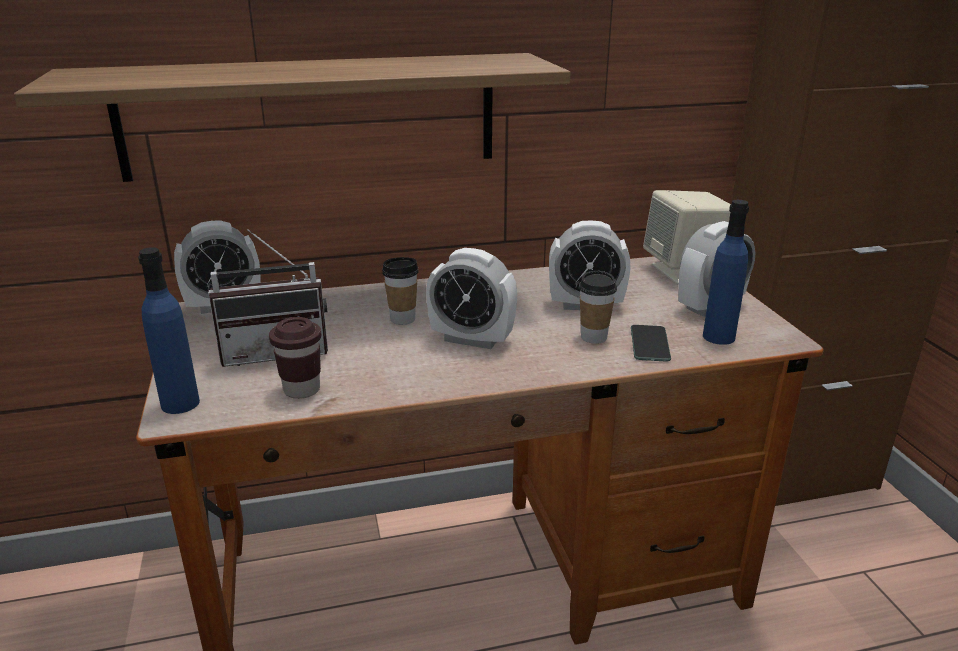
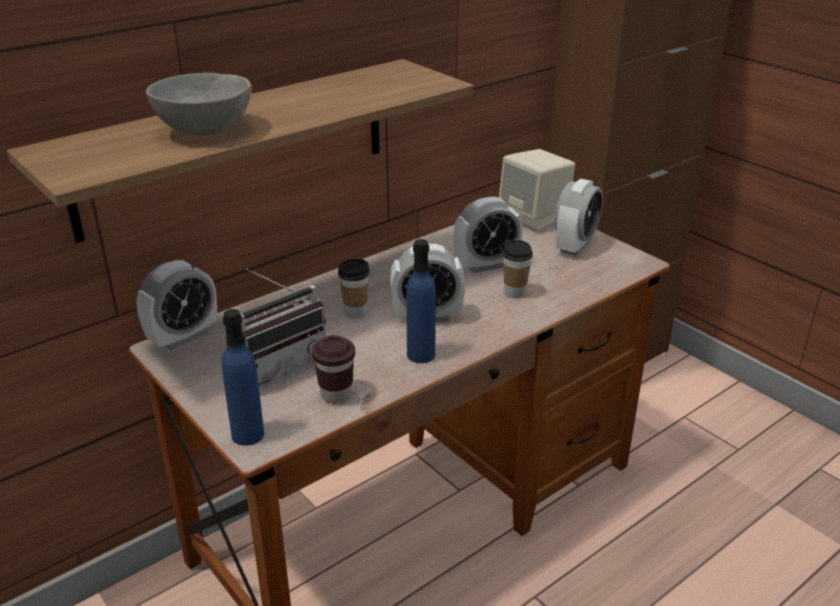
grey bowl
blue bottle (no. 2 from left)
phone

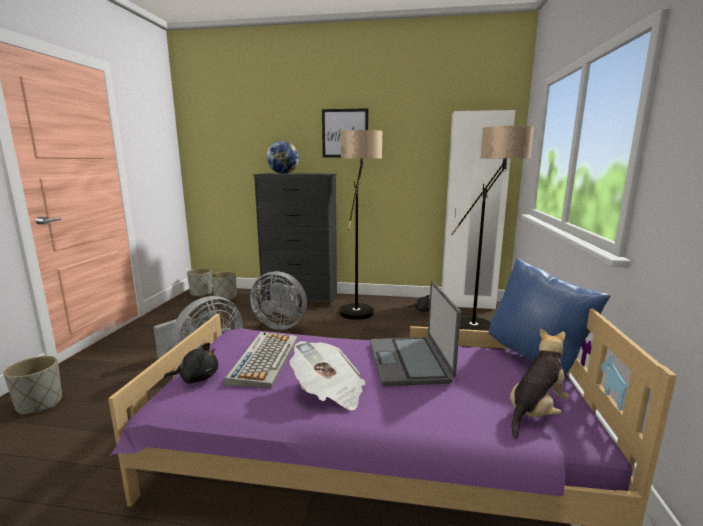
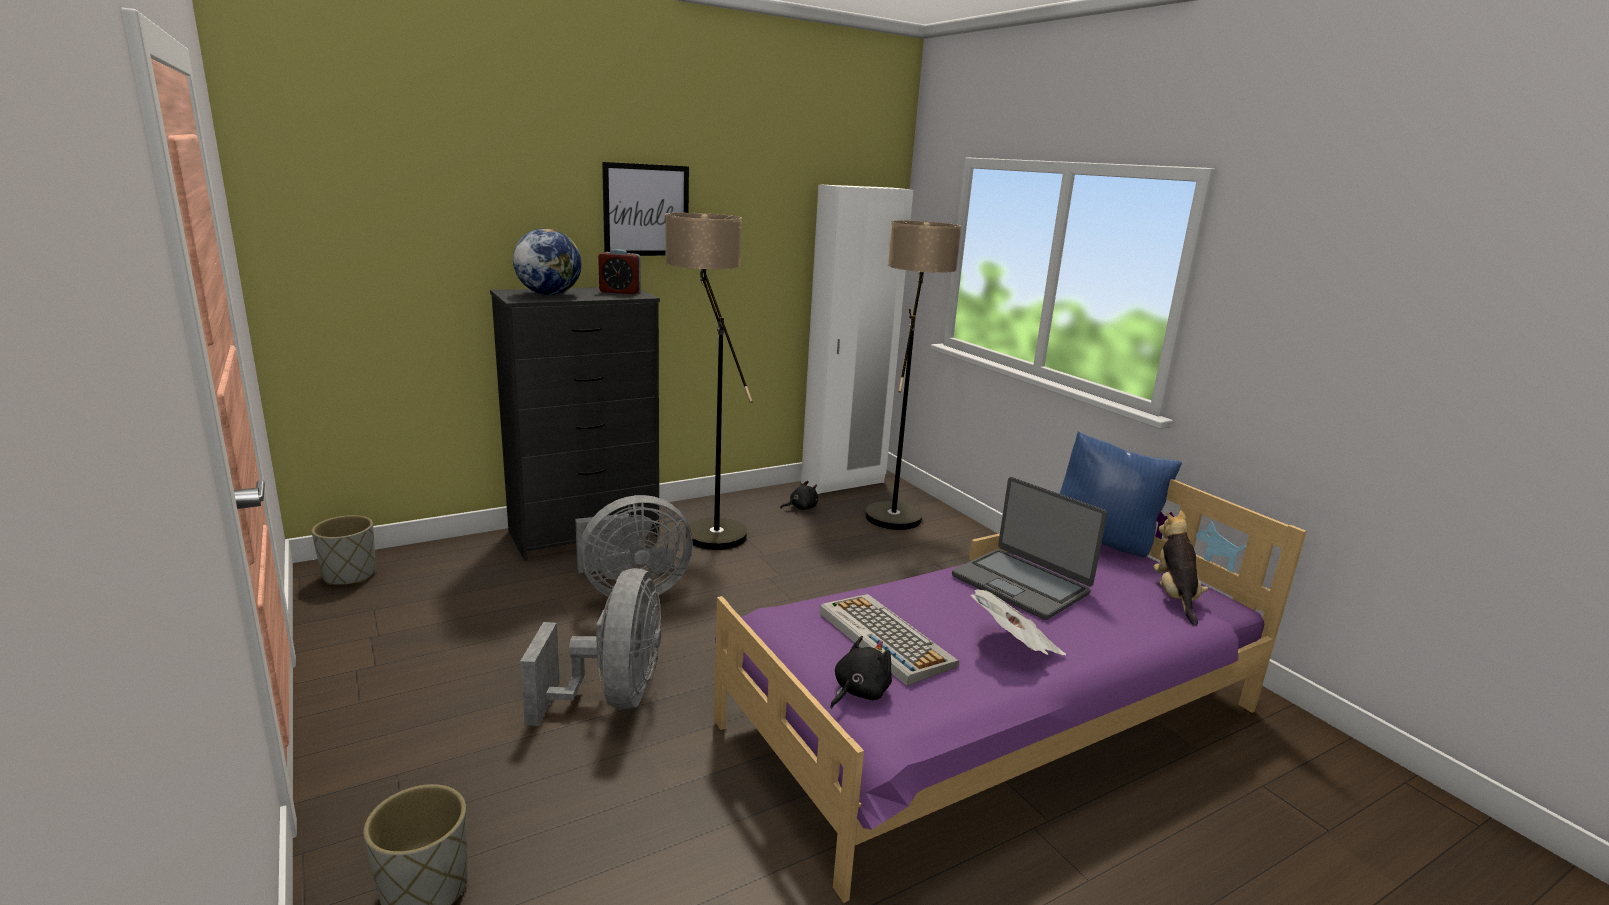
alarm clock
grey planter (no. 3 from left in the first image)

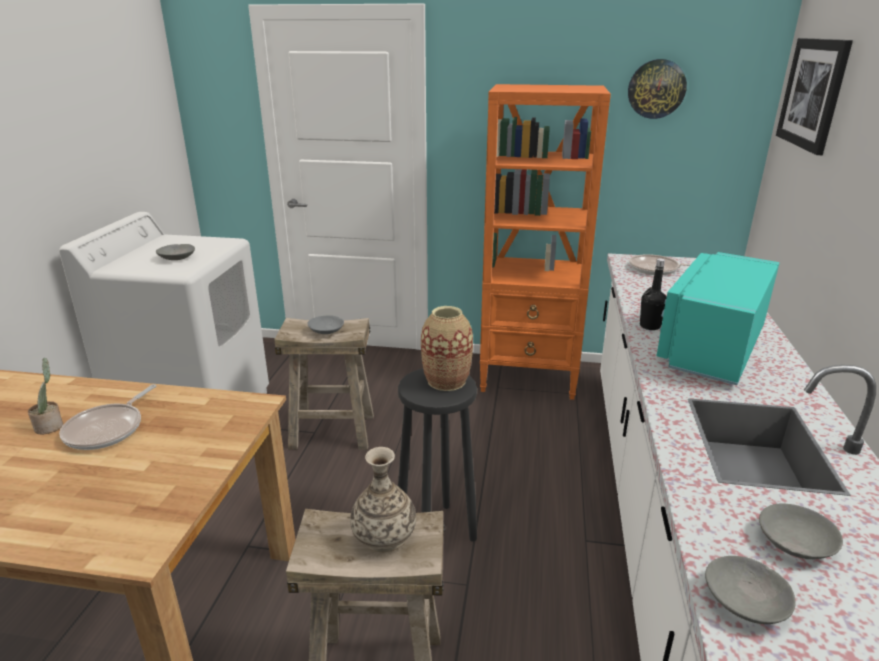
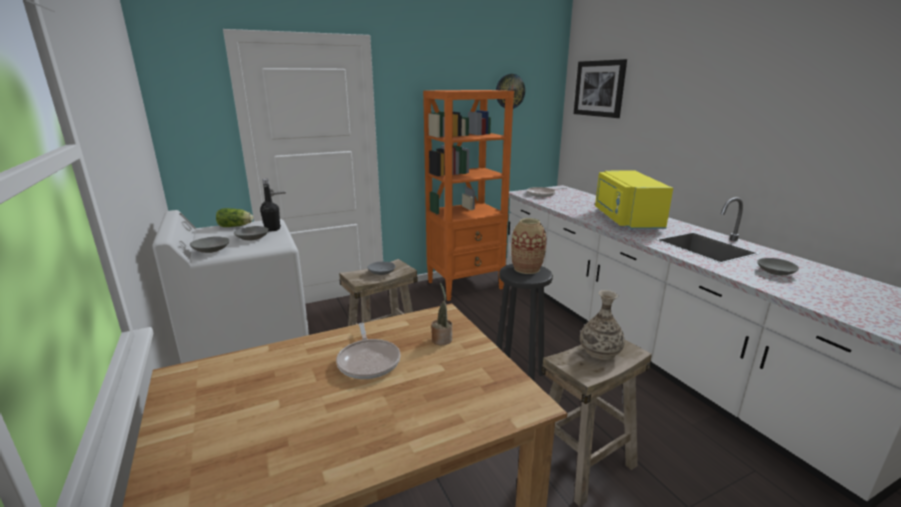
grey bowl (no. 1 from left)
lettuce
black bottle
potted plant
yellow microwave

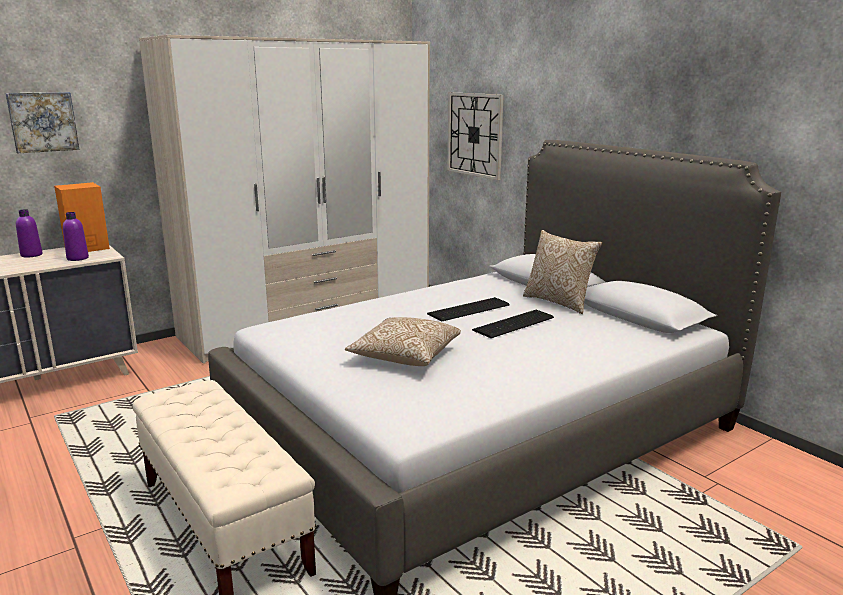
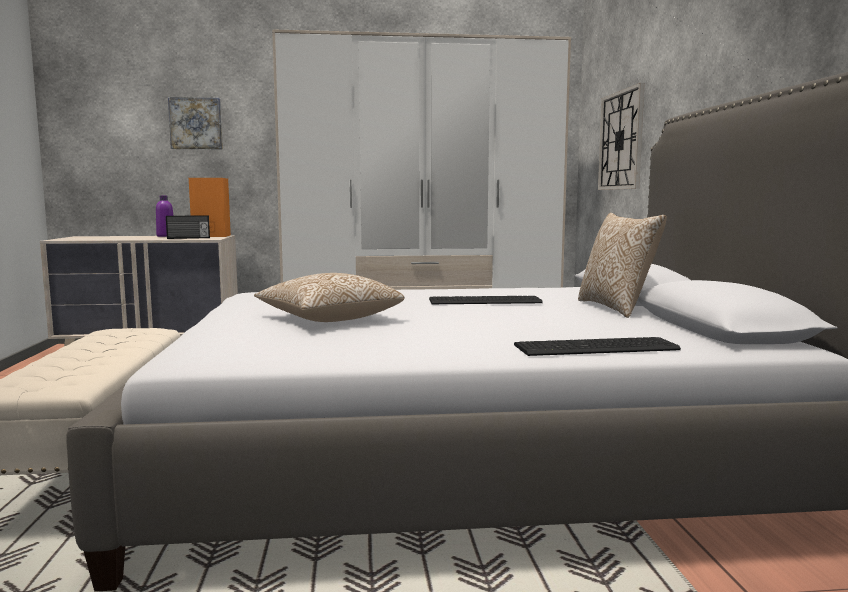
radio
keyboard (no. 2 from left)

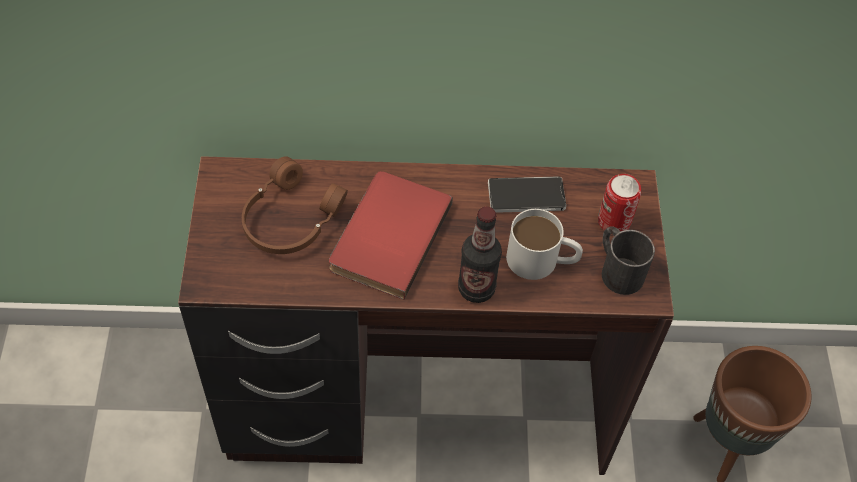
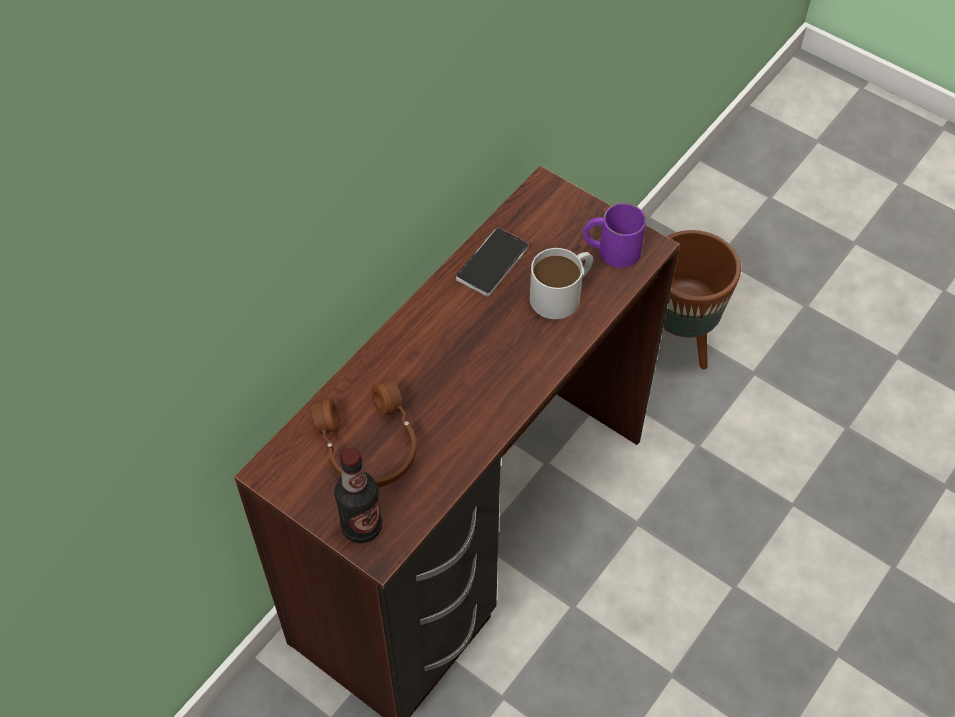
bottle
purple mug
red book
can

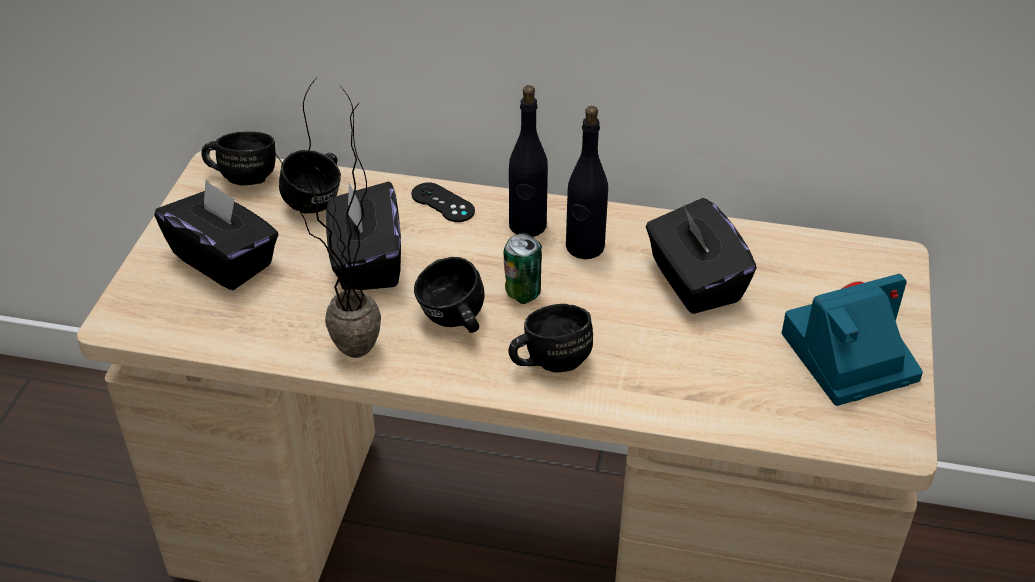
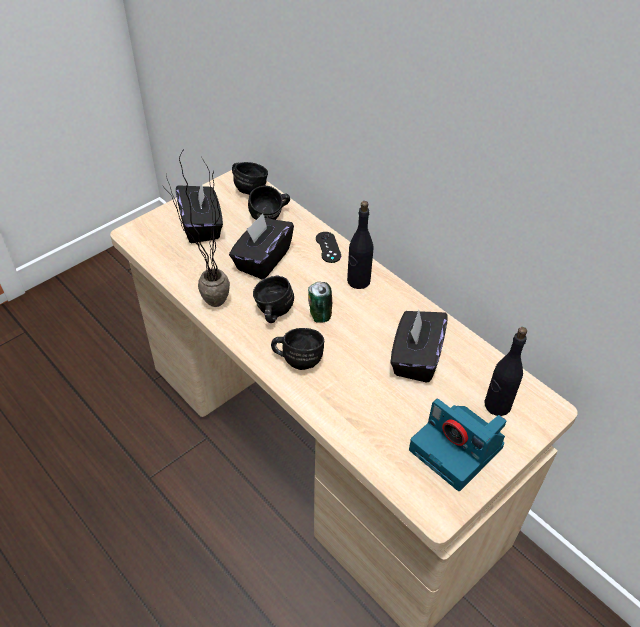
photo camera
black bottle (no. 2 from left)

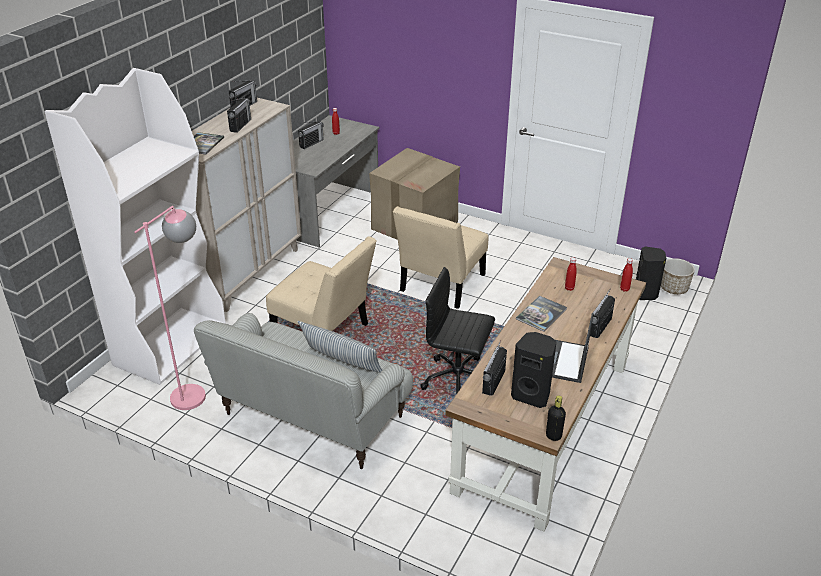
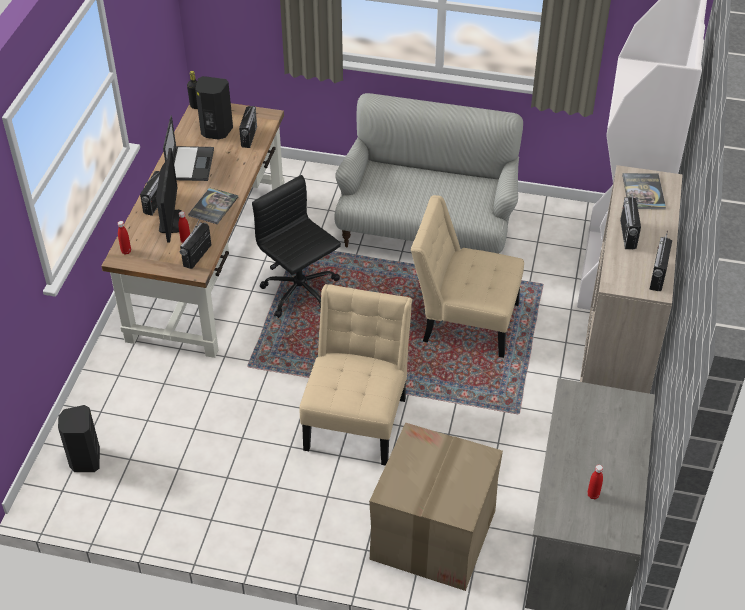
monitor
radio (no. 2 from left)
black office chair
pink floor lamp
pillow
planter

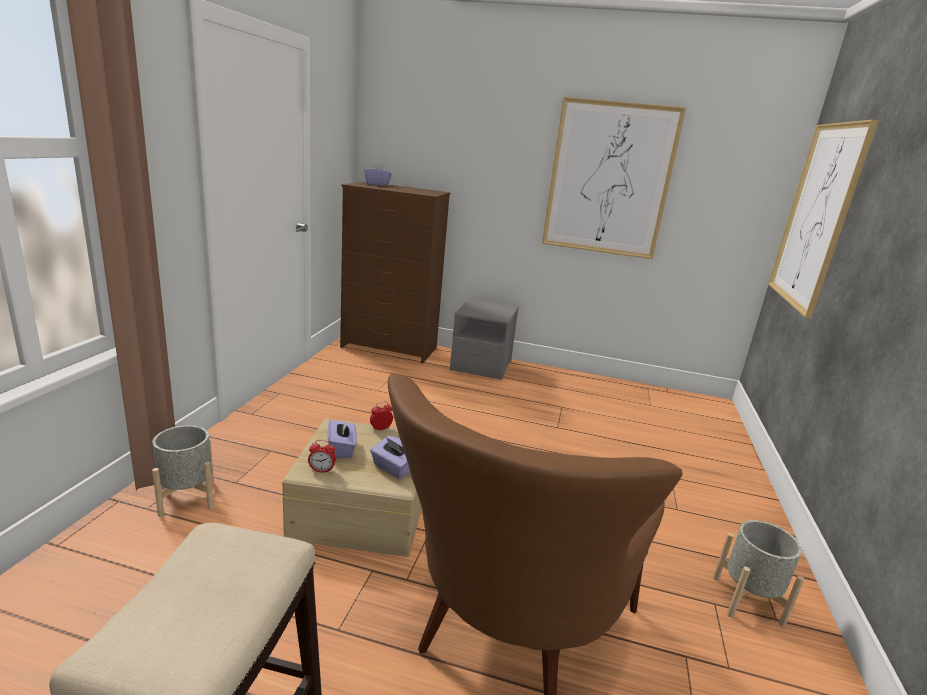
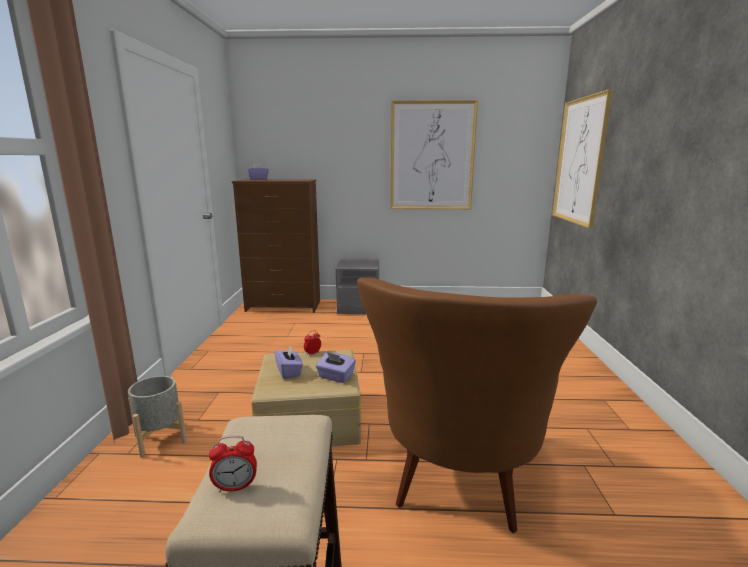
alarm clock (no. 1 from left)
grey planter (no. 2 from left in the first image)

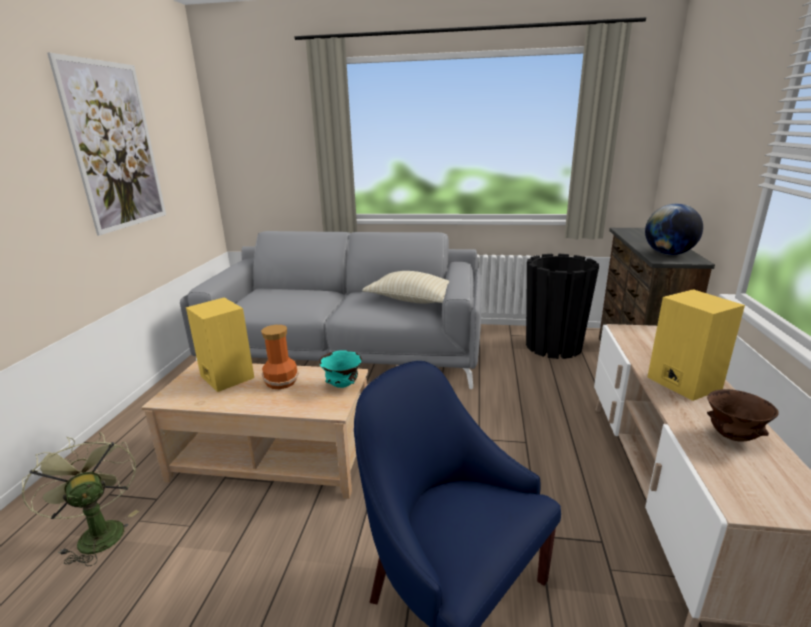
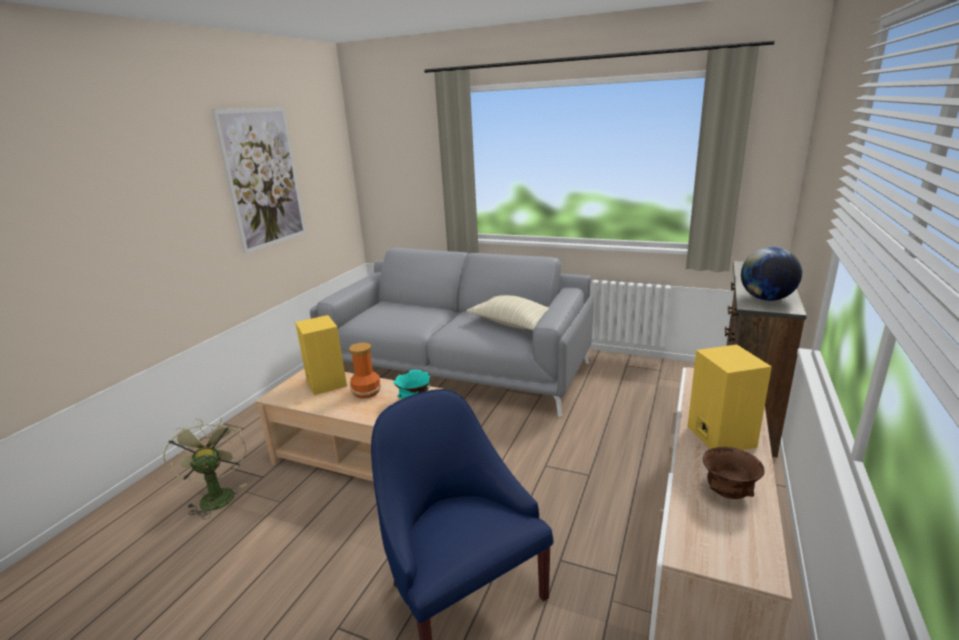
black planter

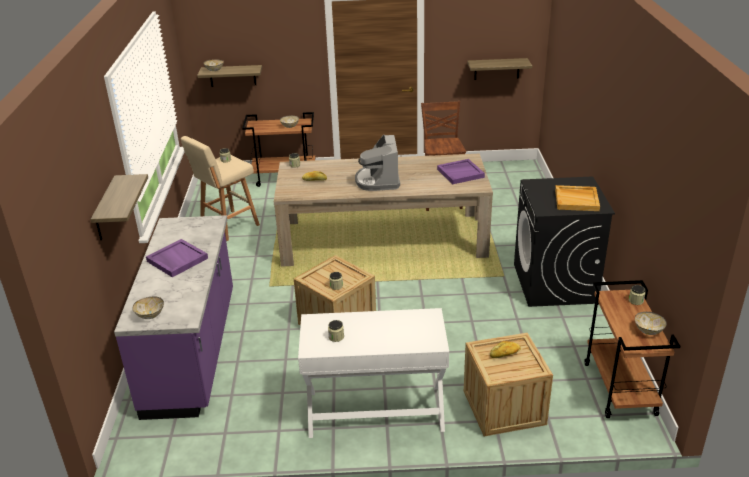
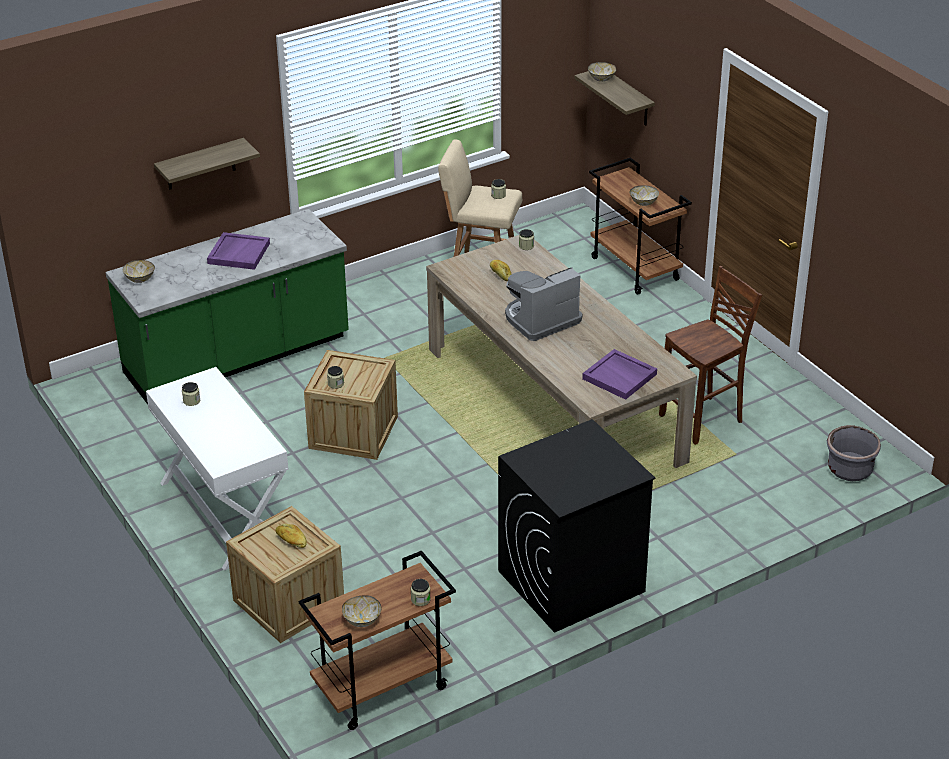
green counter
grey planter
shelf (no. 3 from left in the first image)
beige tray

